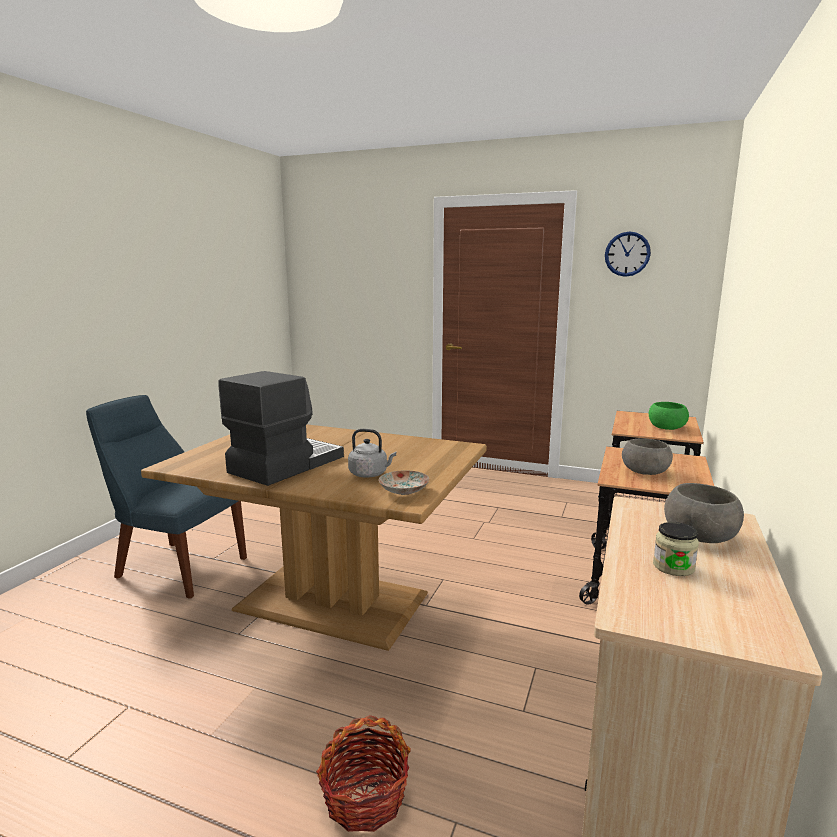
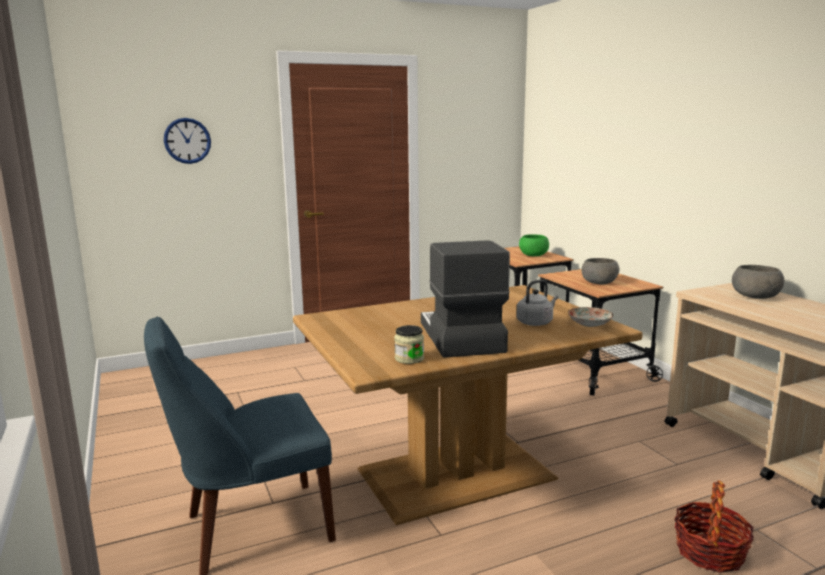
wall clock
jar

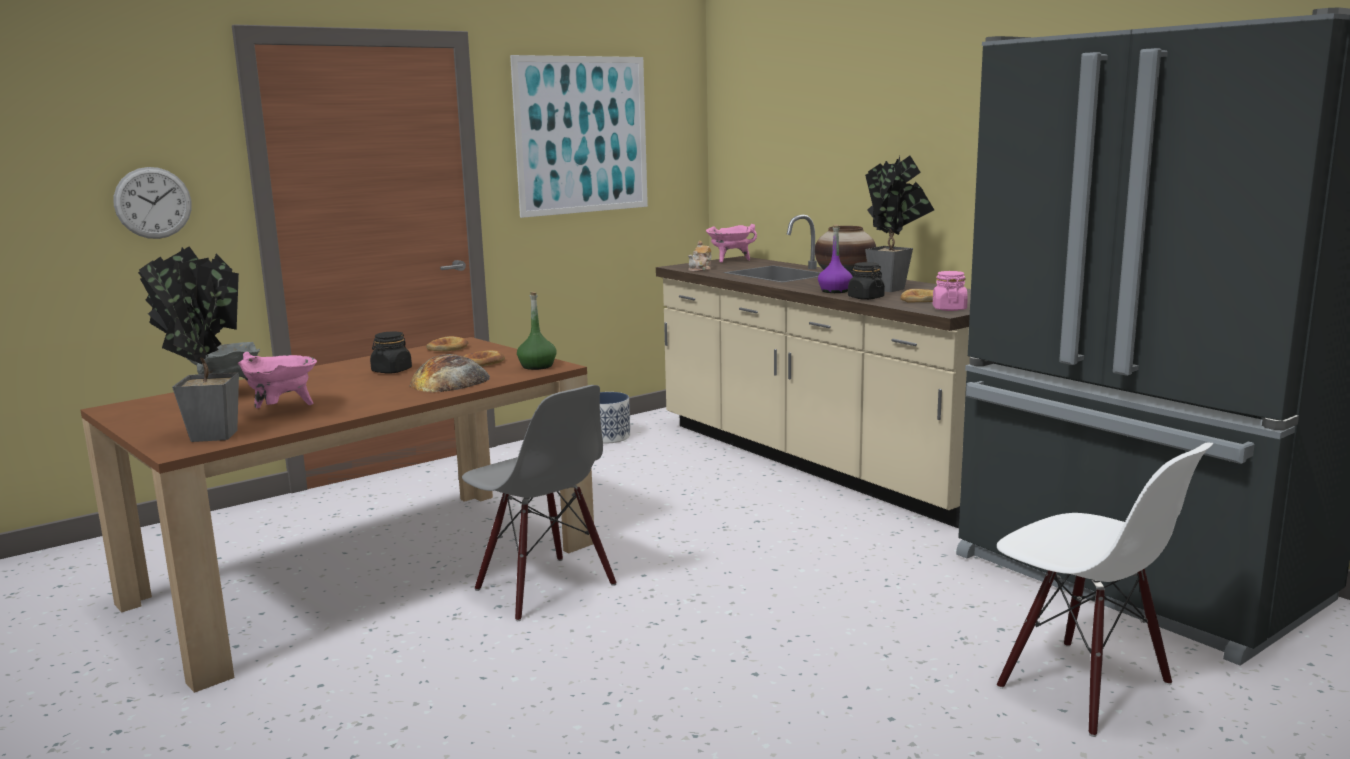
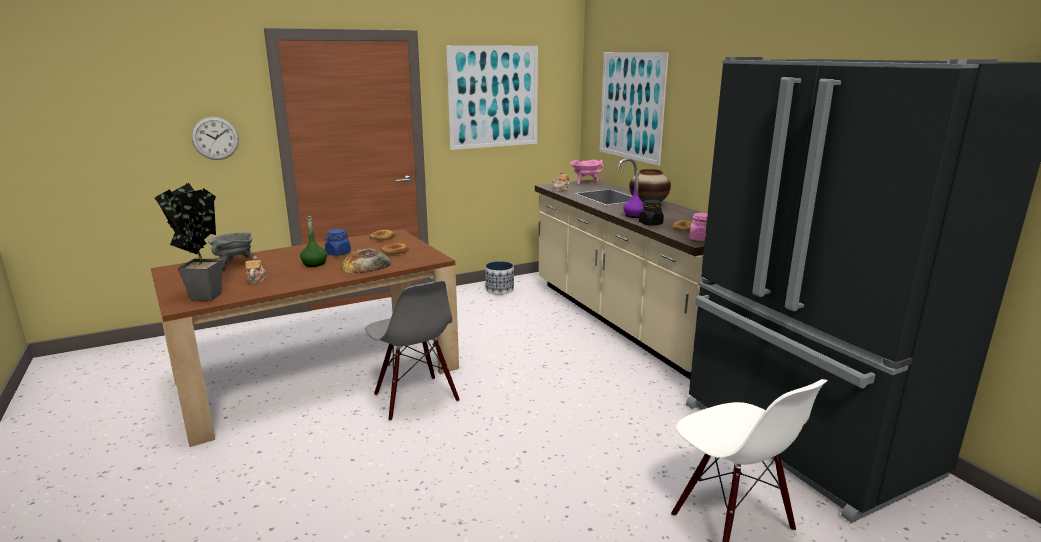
teapot (no. 1 from left)
green bottle
blue jar
picture (no. 2 from left)
potted plant (no. 2 from left in the first image)

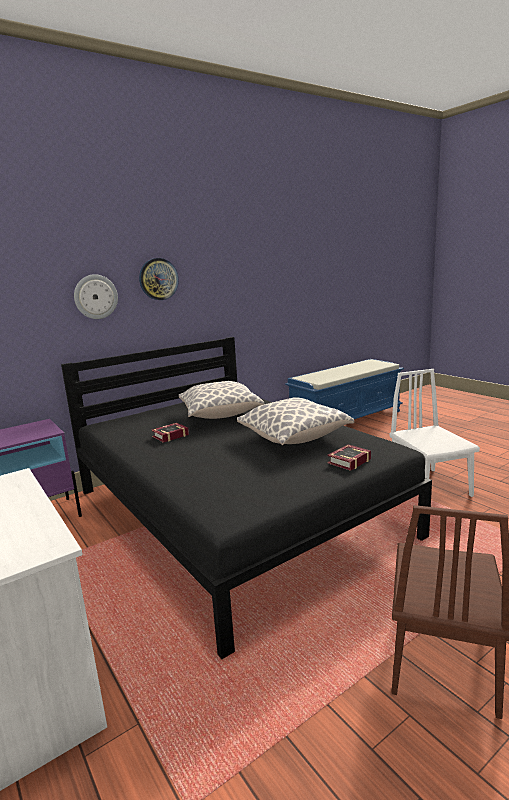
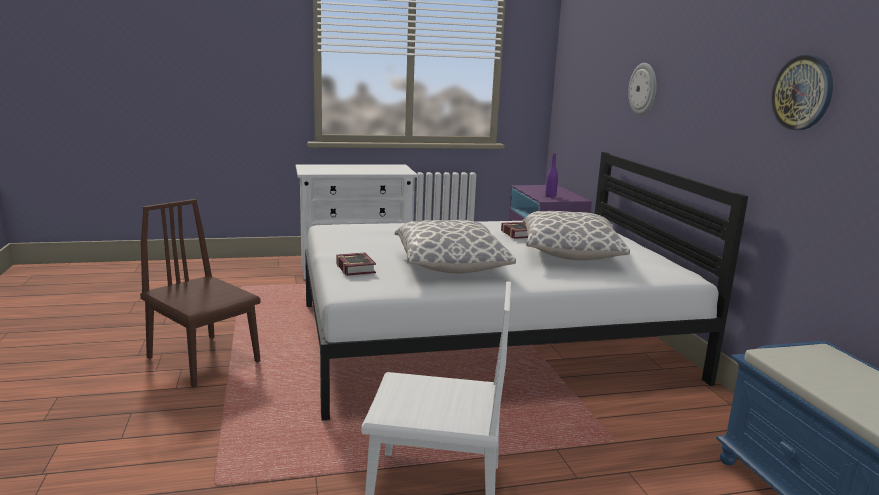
white bed
purple bottle
wall clock (no. 2 from left)

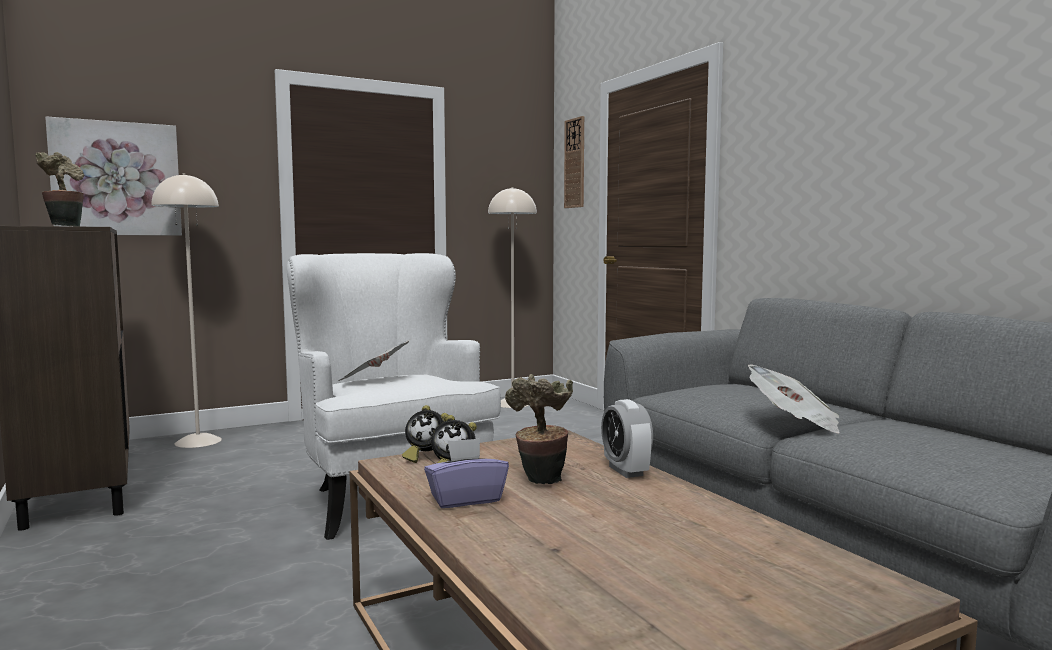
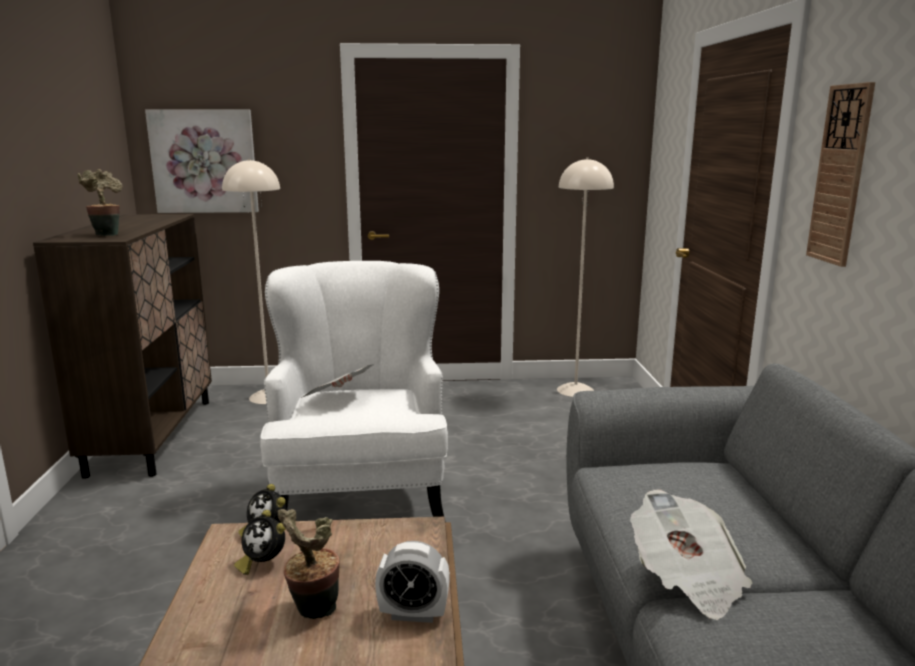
alarm clock (no. 3 from left)
wall clock
purple tissue box

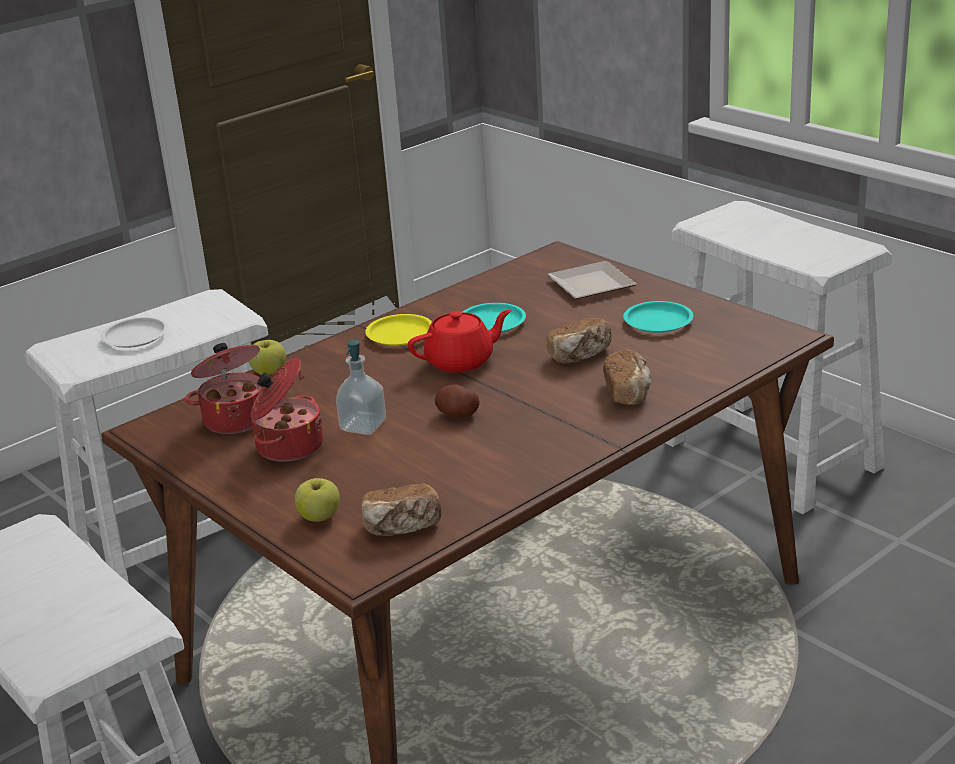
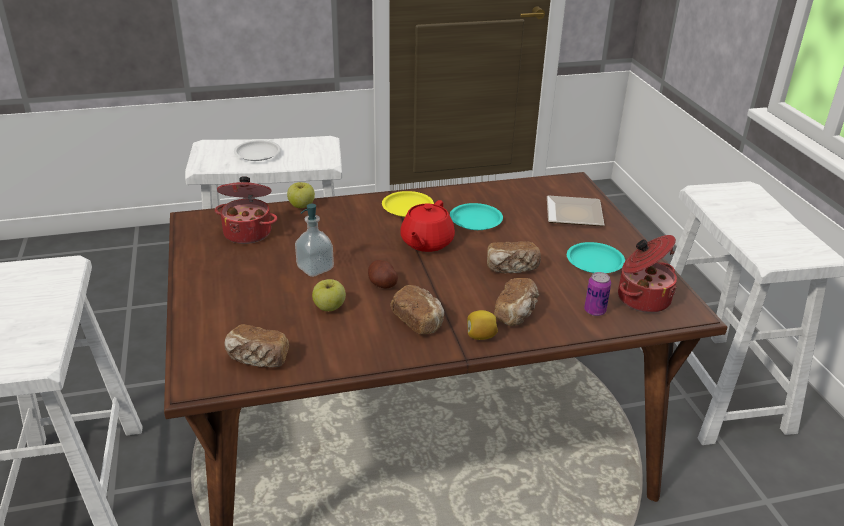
apple (no. 2 from left)
bread (no. 2 from left)
red teapot
lemon
can
cooking pot (no. 2 from left)

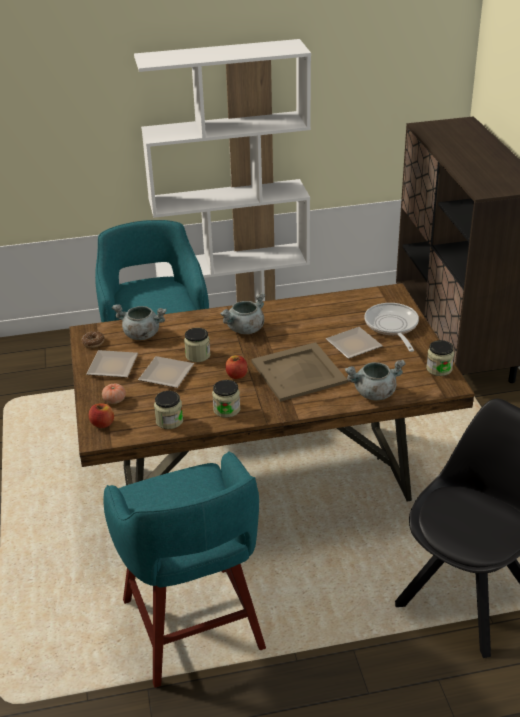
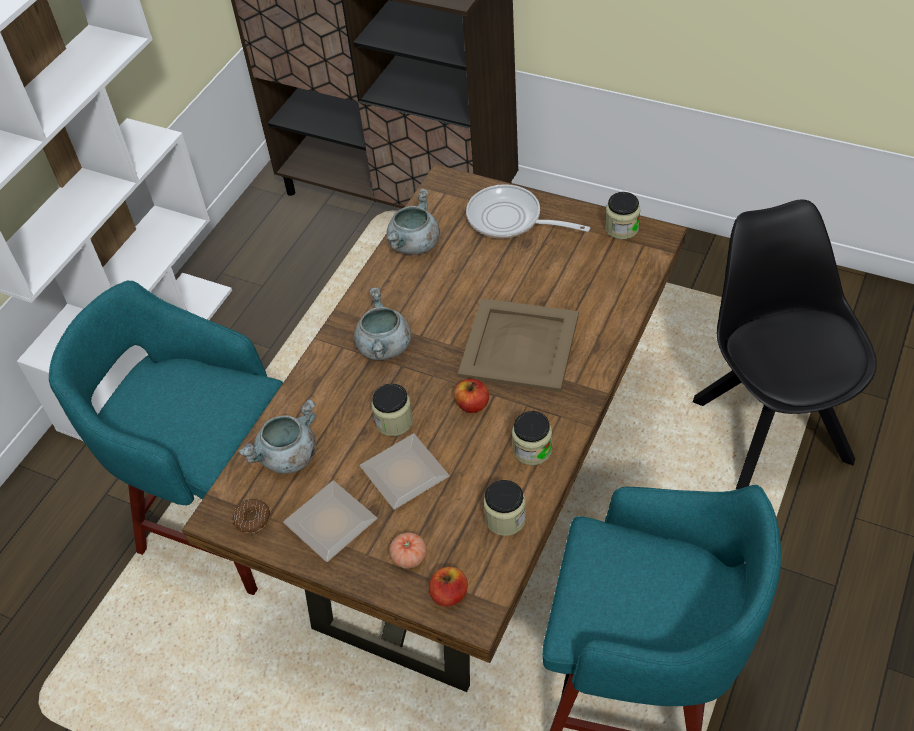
grey cooking pot (no. 3 from left)
plate (no. 3 from left in the first image)

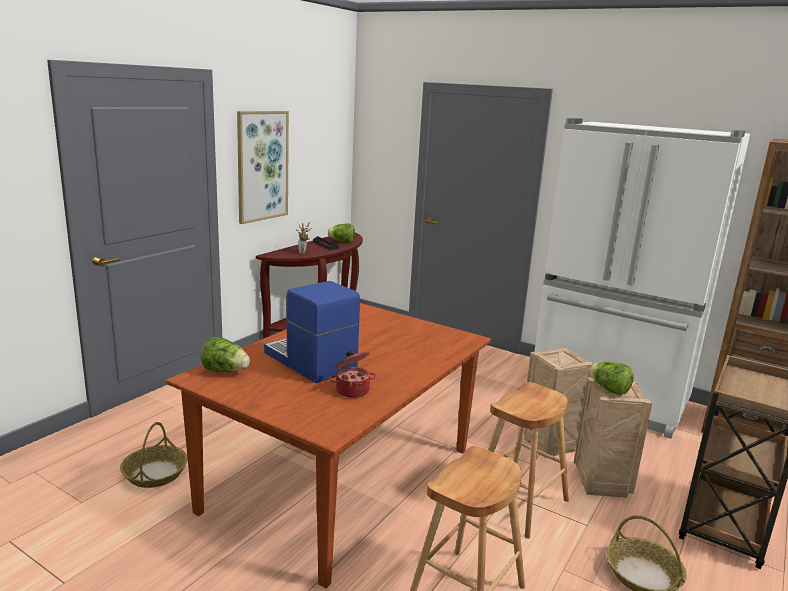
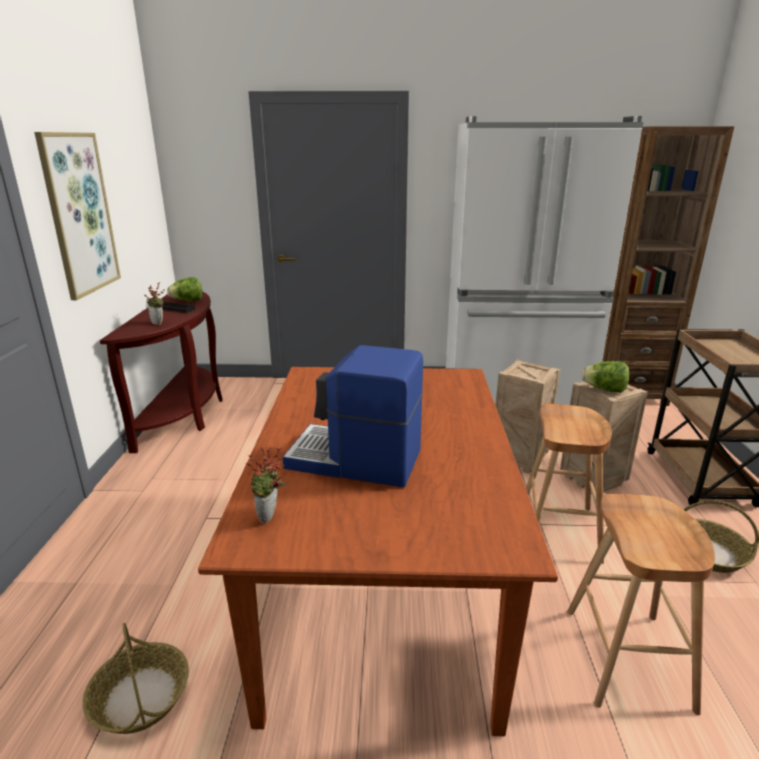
potted plant (no. 2 from left)
cooking pot

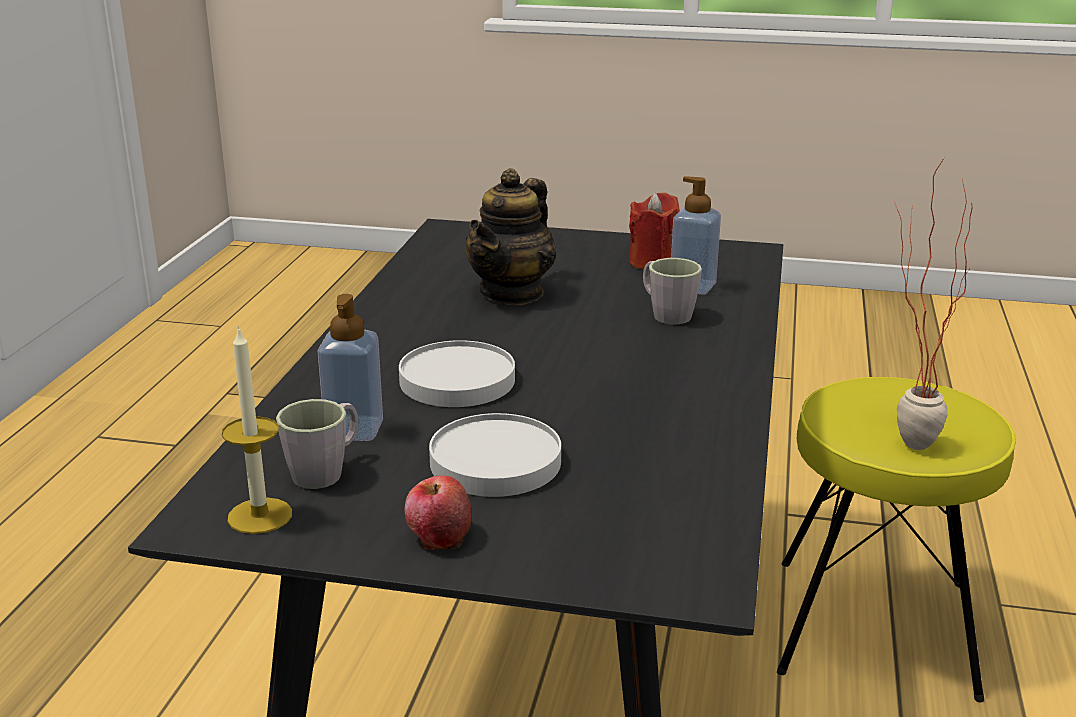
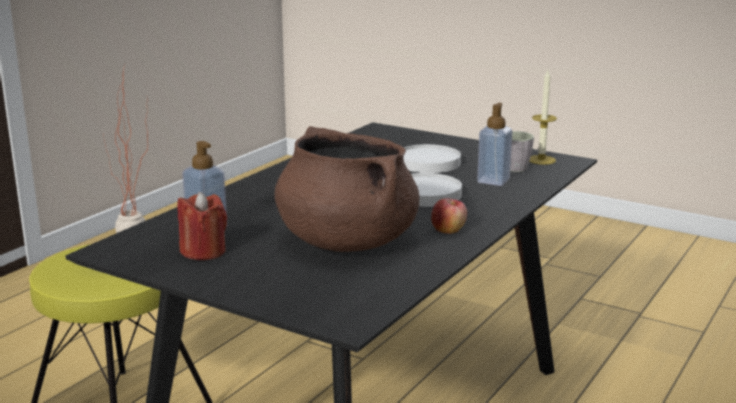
brown cooking pot
apple
grey mug (no. 2 from left in the first image)

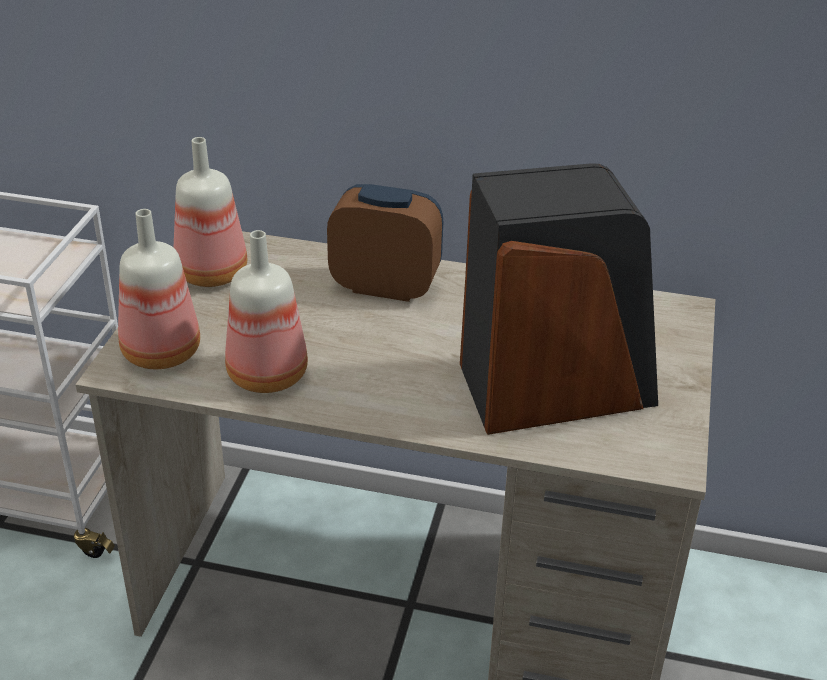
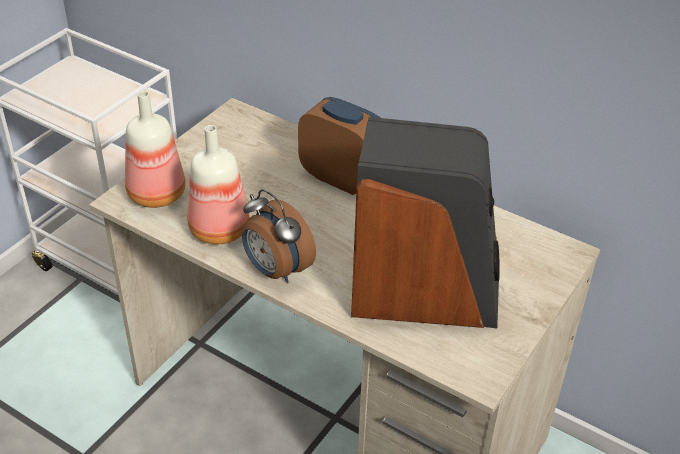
alarm clock (no. 1 from left)
bottle (no. 2 from left in the first image)

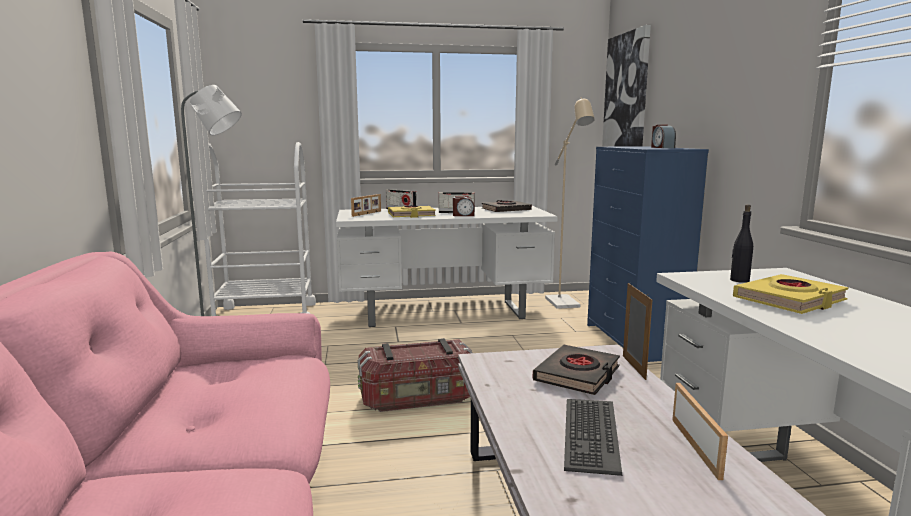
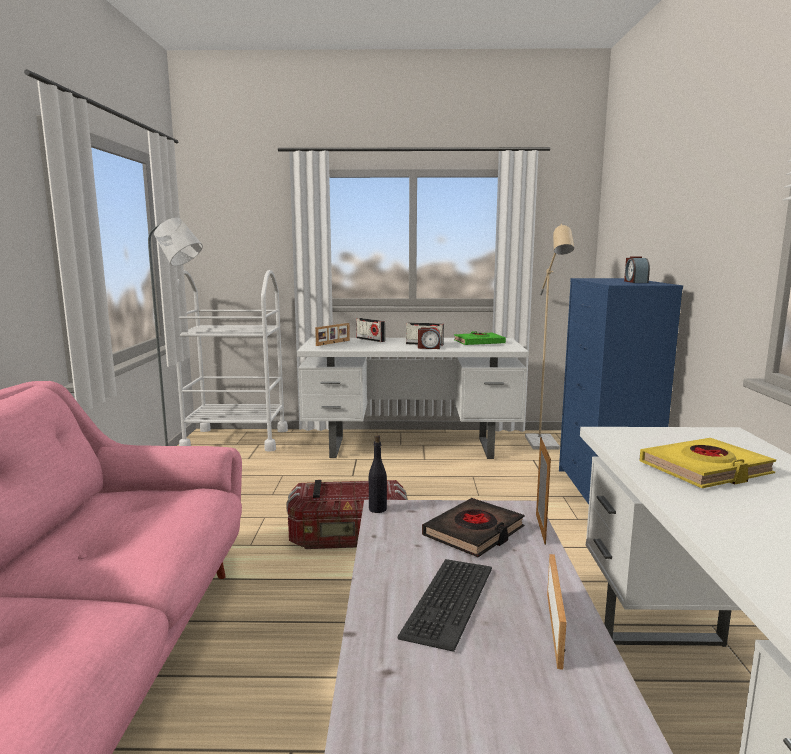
black bottle
green book
yellow book (no. 1 from left in the first image)
picture

